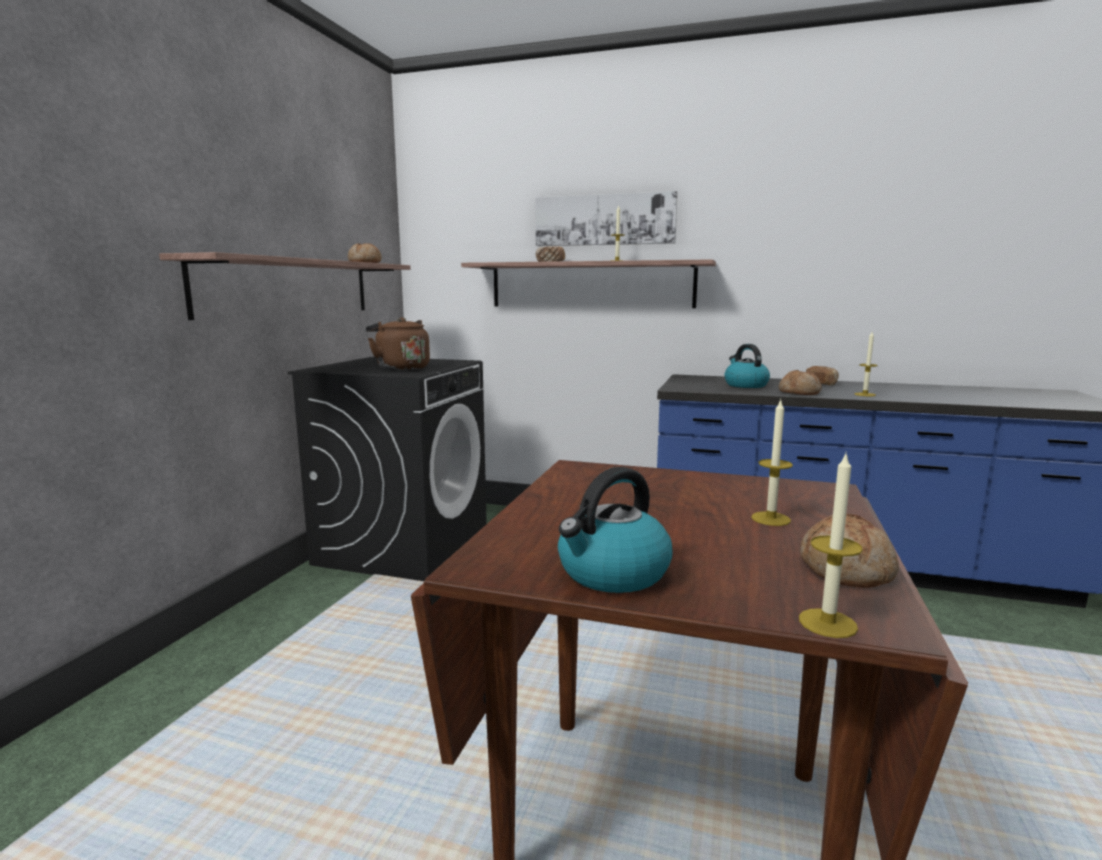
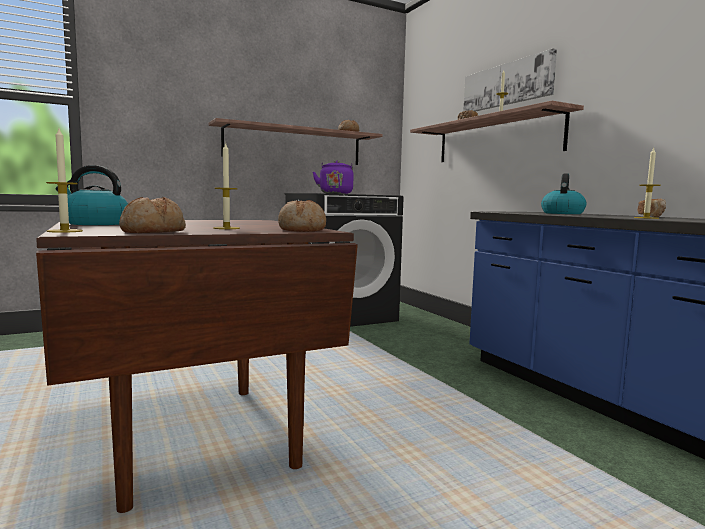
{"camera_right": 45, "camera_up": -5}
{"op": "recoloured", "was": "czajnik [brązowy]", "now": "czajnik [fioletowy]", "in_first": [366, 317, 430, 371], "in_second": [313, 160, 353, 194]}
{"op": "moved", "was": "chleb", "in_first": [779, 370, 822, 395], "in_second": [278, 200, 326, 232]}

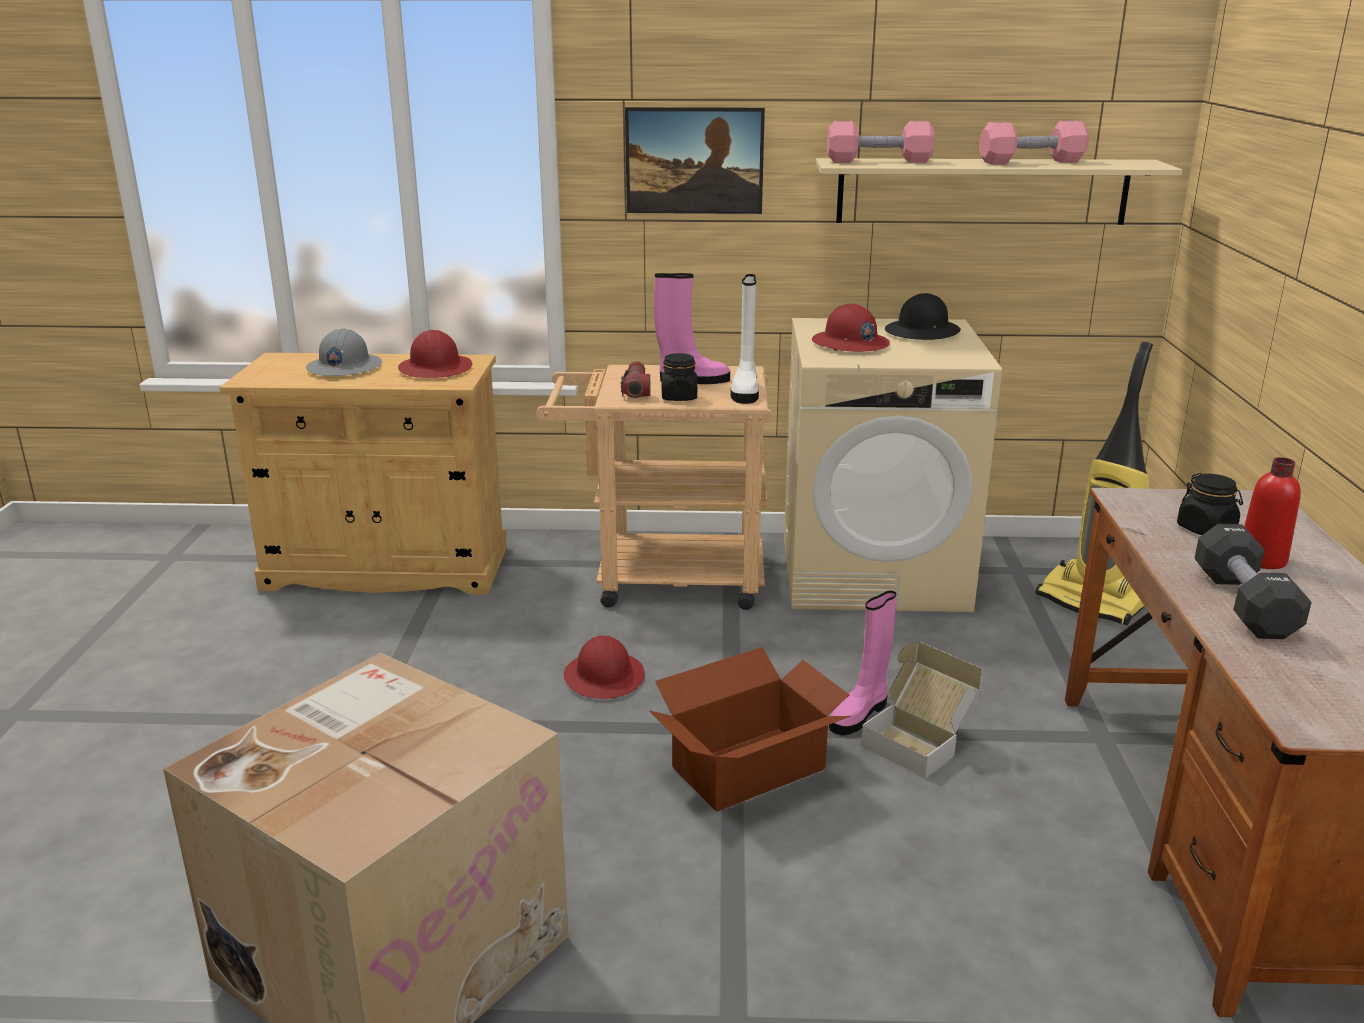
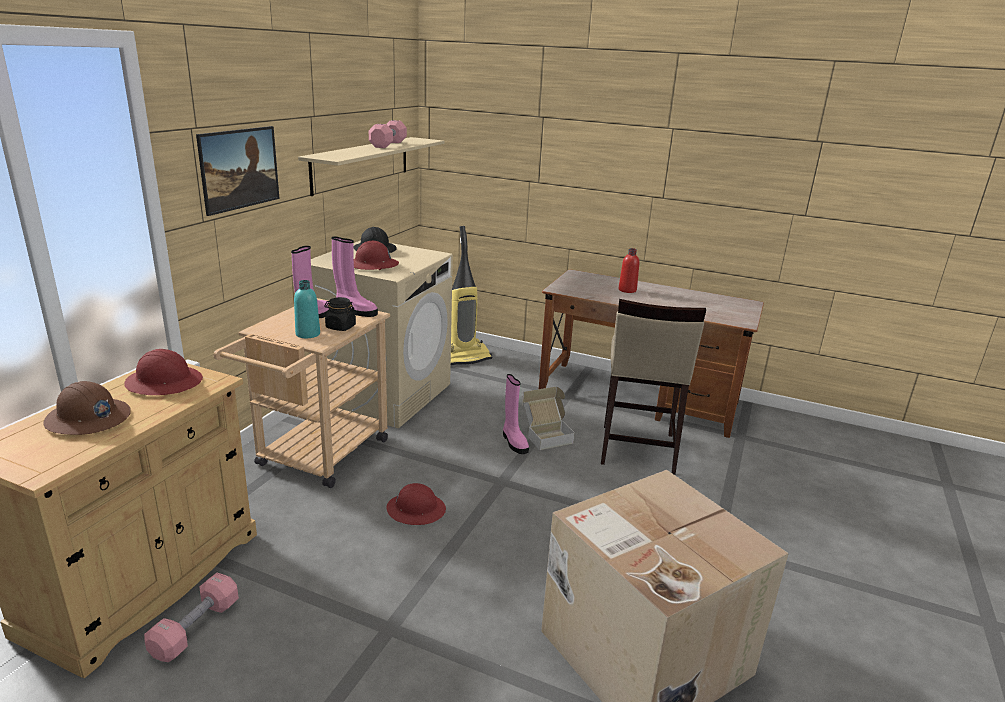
{"camera_right": -70, "camera_up": 0}
{"op": "moved", "was": "hantel [różowy]", "in_first": [827, 121, 935, 163], "in_second": [144, 573, 239, 662]}
{"op": "recoloured", "was": "but z cholewką [biały]", "now": "but z cholewką [różowy]", "in_first": [730, 274, 759, 404], "in_second": [331, 236, 378, 317]}
{"op": "recoloured", "was": "kask [szary]", "now": "kask [brązowy]", "in_first": [306, 329, 382, 376], "in_second": [43, 381, 131, 435]}
{"op": "replaced", "was": "latarka", "now": "butelka [turkusowy]", "in_first": [621, 361, 650, 398], "in_second": [294, 280, 320, 338]}
{"op": "removed", "was": "słoik [czarny]", "in_first": [1177, 473, 1243, 535]}
{"op": "removed", "was": "hantel [czarny]", "in_first": [1195, 524, 1312, 639]}
{"op": "removed", "was": "karton", "in_first": [649, 647, 851, 811]}
{"op": "added", "now": "stołek [beżowy]", "in_second": [601, 299, 706, 475]}

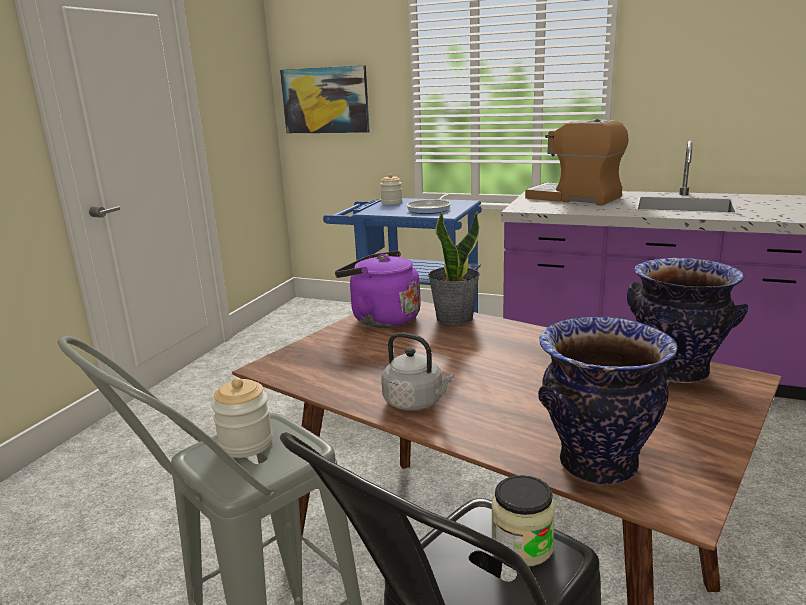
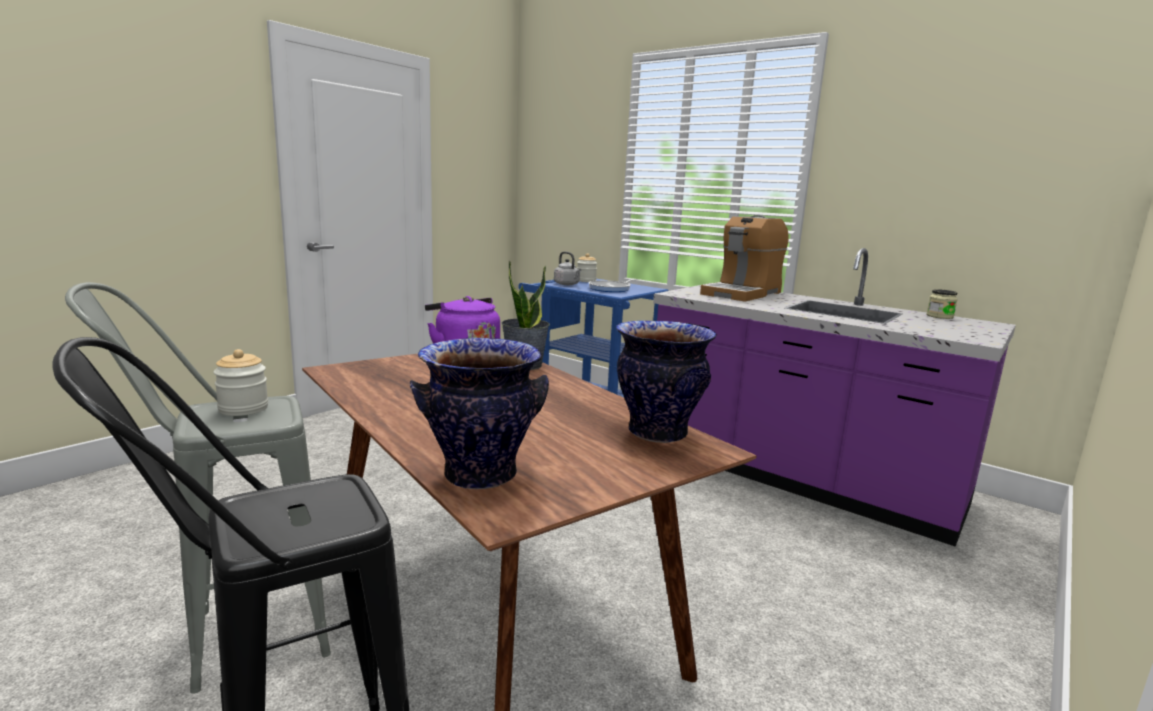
{"camera_right": 15, "camera_up": -5}
{"op": "removed", "was": "obraz", "in_first": [280, 65, 370, 133]}
{"op": "turned", "was": "ekspres do kawy", "in_first": [525, 119, 629, 206], "in_second": [700, 215, 789, 302], "clockwise": -105}
{"op": "moved", "was": "czajnik [szary]", "in_first": [381, 332, 454, 411], "in_second": [554, 251, 581, 285]}
{"op": "moved", "was": "słoik", "in_first": [491, 475, 555, 566], "in_second": [926, 289, 958, 319]}

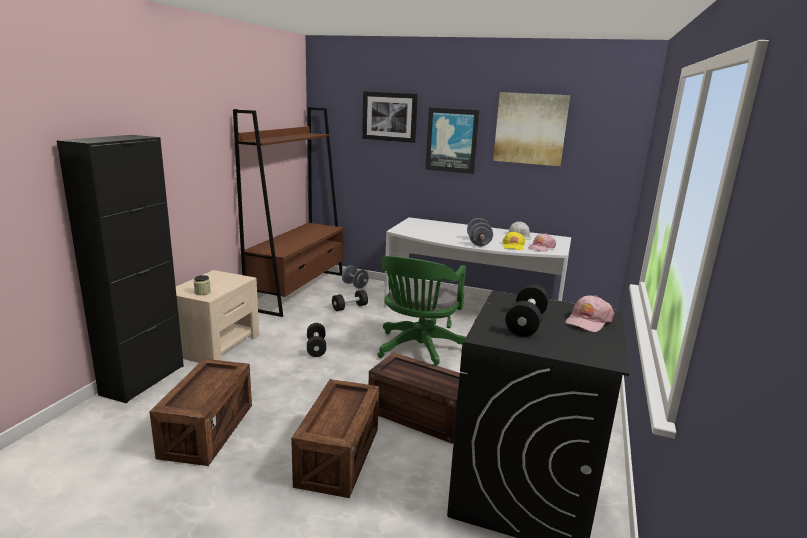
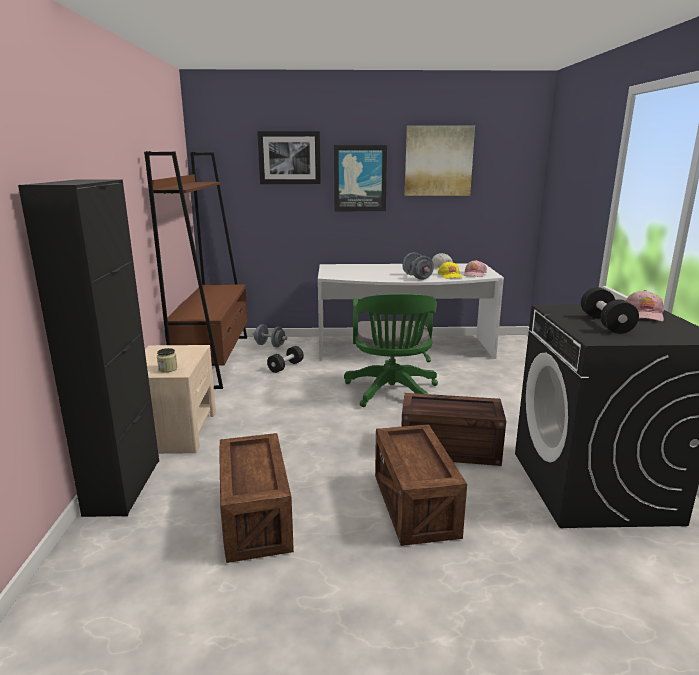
{"camera_right": -20, "camera_up": 0}
{"op": "removed", "was": "hantel [czarny]", "in_first": [307, 323, 326, 357]}

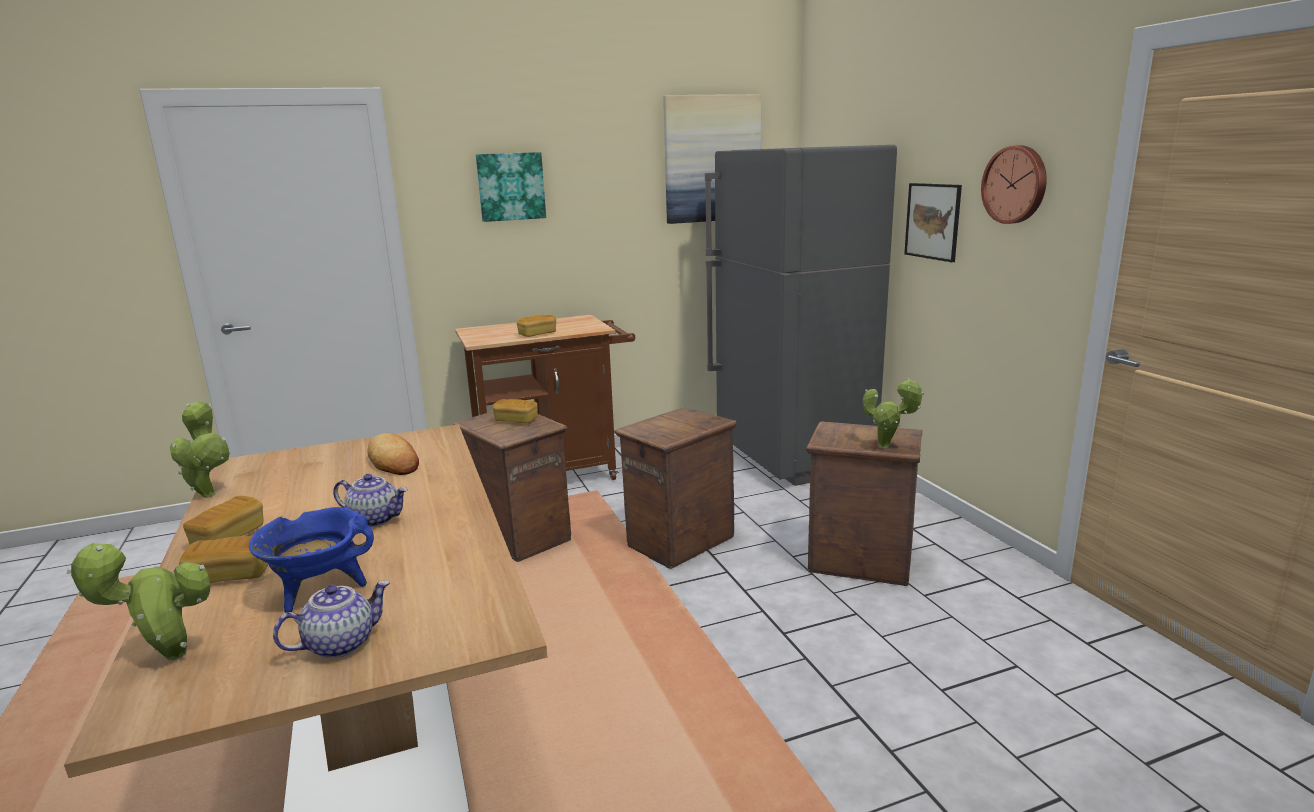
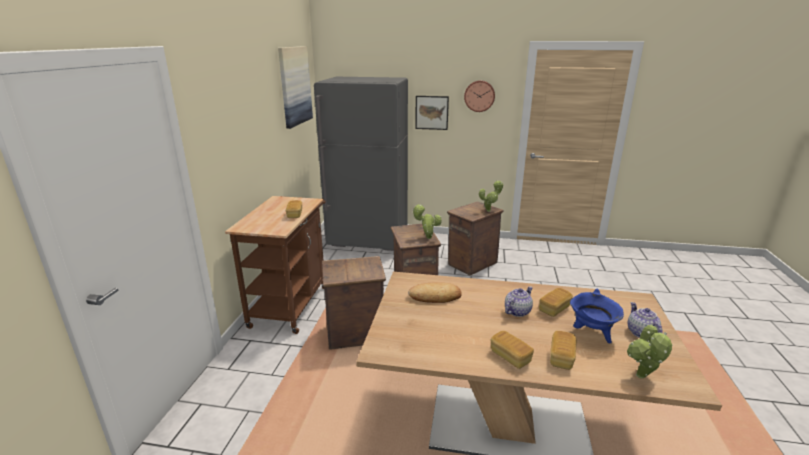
{"camera_right": -60, "camera_up": 5}
{"op": "removed", "was": "obraz", "in_first": [476, 152, 546, 222]}
{"op": "moved", "was": "chleb", "in_first": [492, 399, 538, 423], "in_second": [539, 288, 573, 317]}
{"op": "moved", "was": "roślina doniczkowa", "in_first": [170, 402, 230, 498], "in_second": [412, 204, 442, 239]}

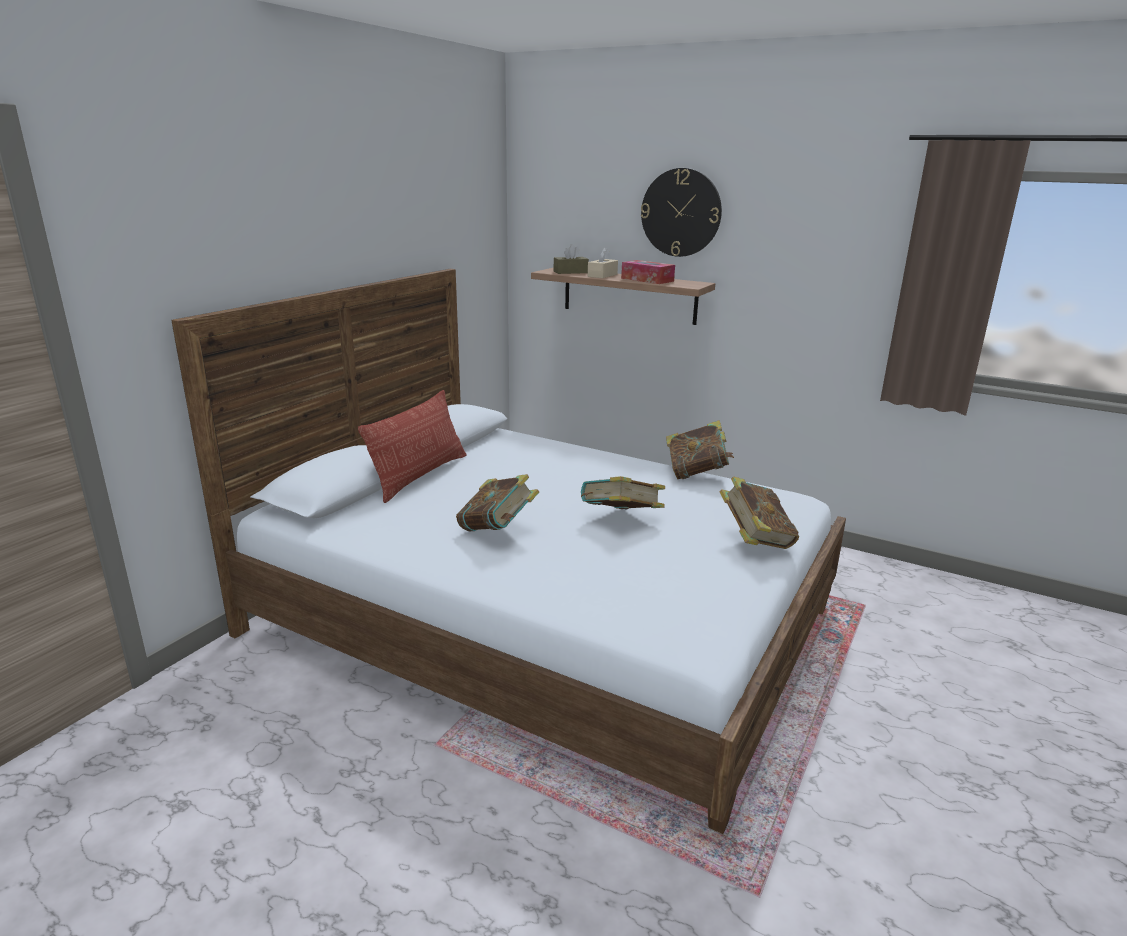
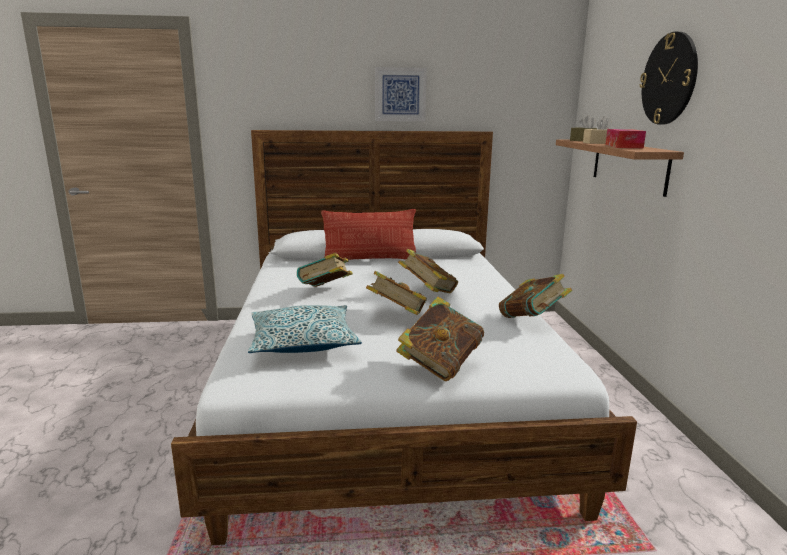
{"camera_right": 55, "camera_up": -5}
{"op": "added", "now": "obraz", "in_second": [375, 67, 427, 121]}
{"op": "added", "now": "książka", "in_second": [398, 249, 458, 293]}
{"op": "added", "now": "poduszka", "in_second": [248, 305, 362, 353]}

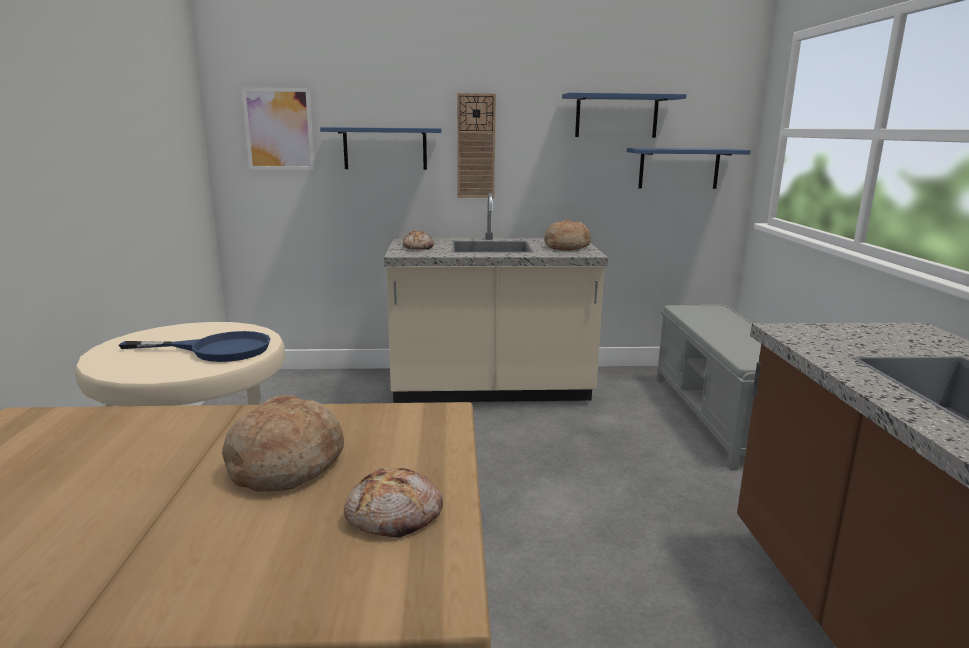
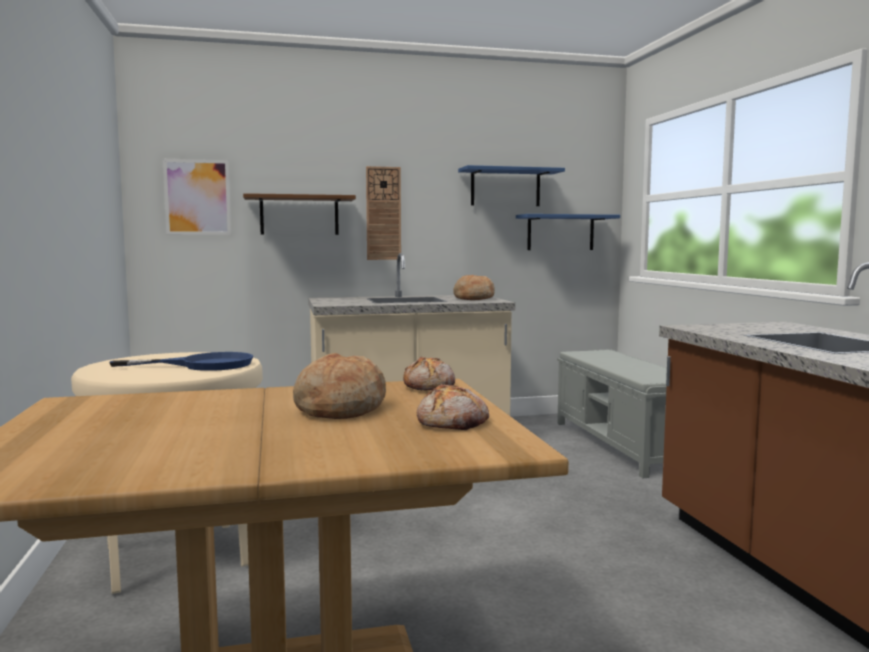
{"camera_right": -10, "camera_up": -10}
{"op": "recoloured", "was": "półka [niebieski]", "now": "półka [brązowy]", "in_first": [320, 127, 441, 170], "in_second": [243, 193, 356, 235]}
{"op": "moved", "was": "chleb", "in_first": [403, 230, 434, 250], "in_second": [403, 357, 455, 391]}

